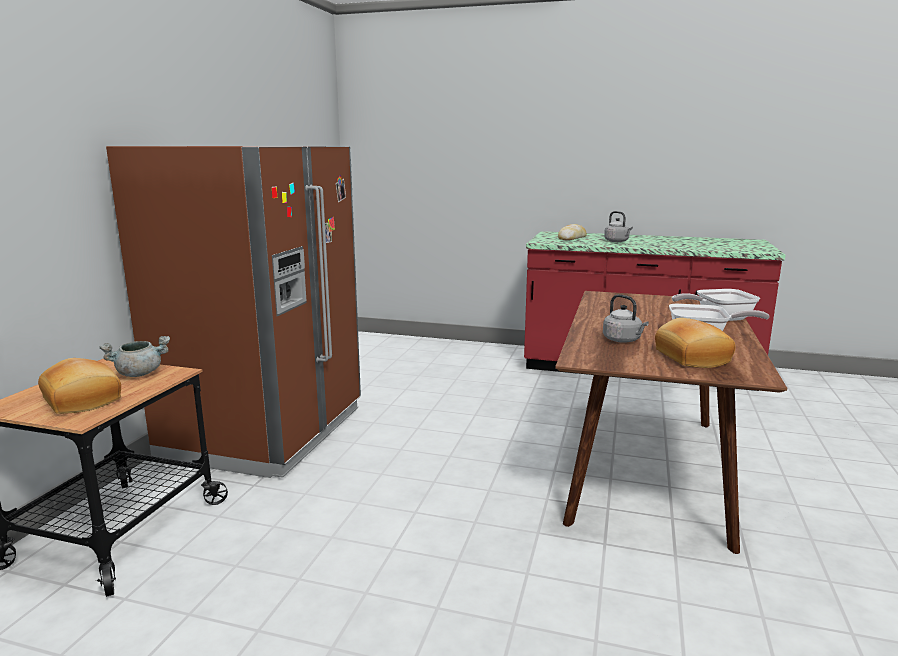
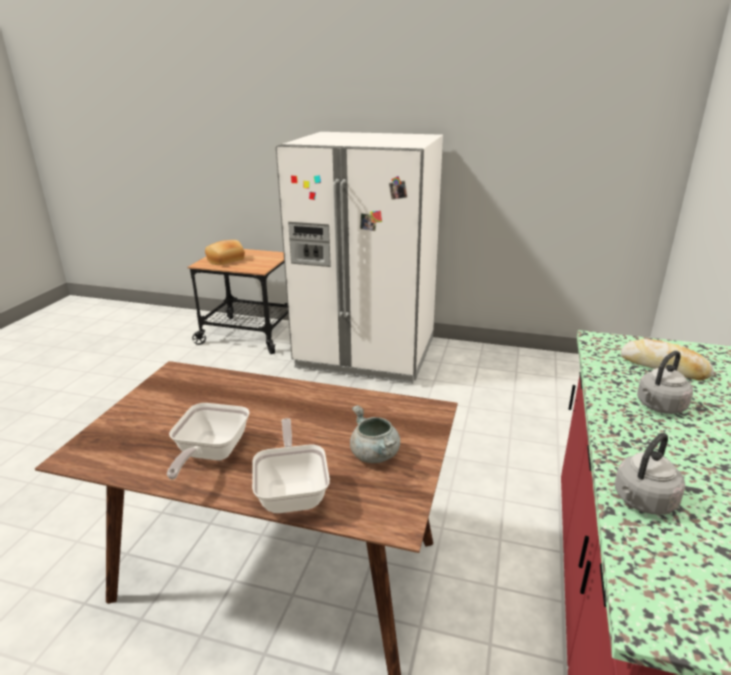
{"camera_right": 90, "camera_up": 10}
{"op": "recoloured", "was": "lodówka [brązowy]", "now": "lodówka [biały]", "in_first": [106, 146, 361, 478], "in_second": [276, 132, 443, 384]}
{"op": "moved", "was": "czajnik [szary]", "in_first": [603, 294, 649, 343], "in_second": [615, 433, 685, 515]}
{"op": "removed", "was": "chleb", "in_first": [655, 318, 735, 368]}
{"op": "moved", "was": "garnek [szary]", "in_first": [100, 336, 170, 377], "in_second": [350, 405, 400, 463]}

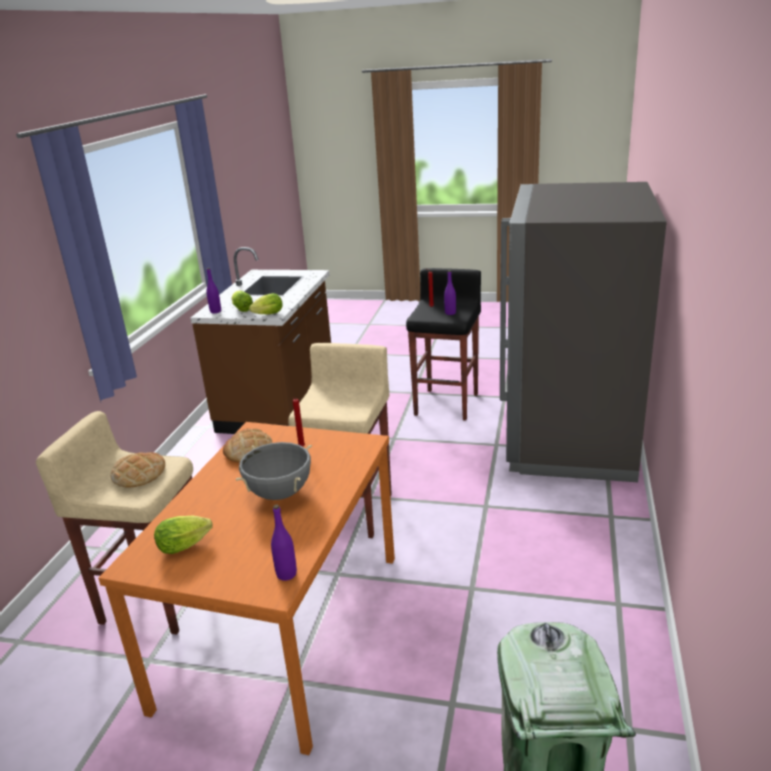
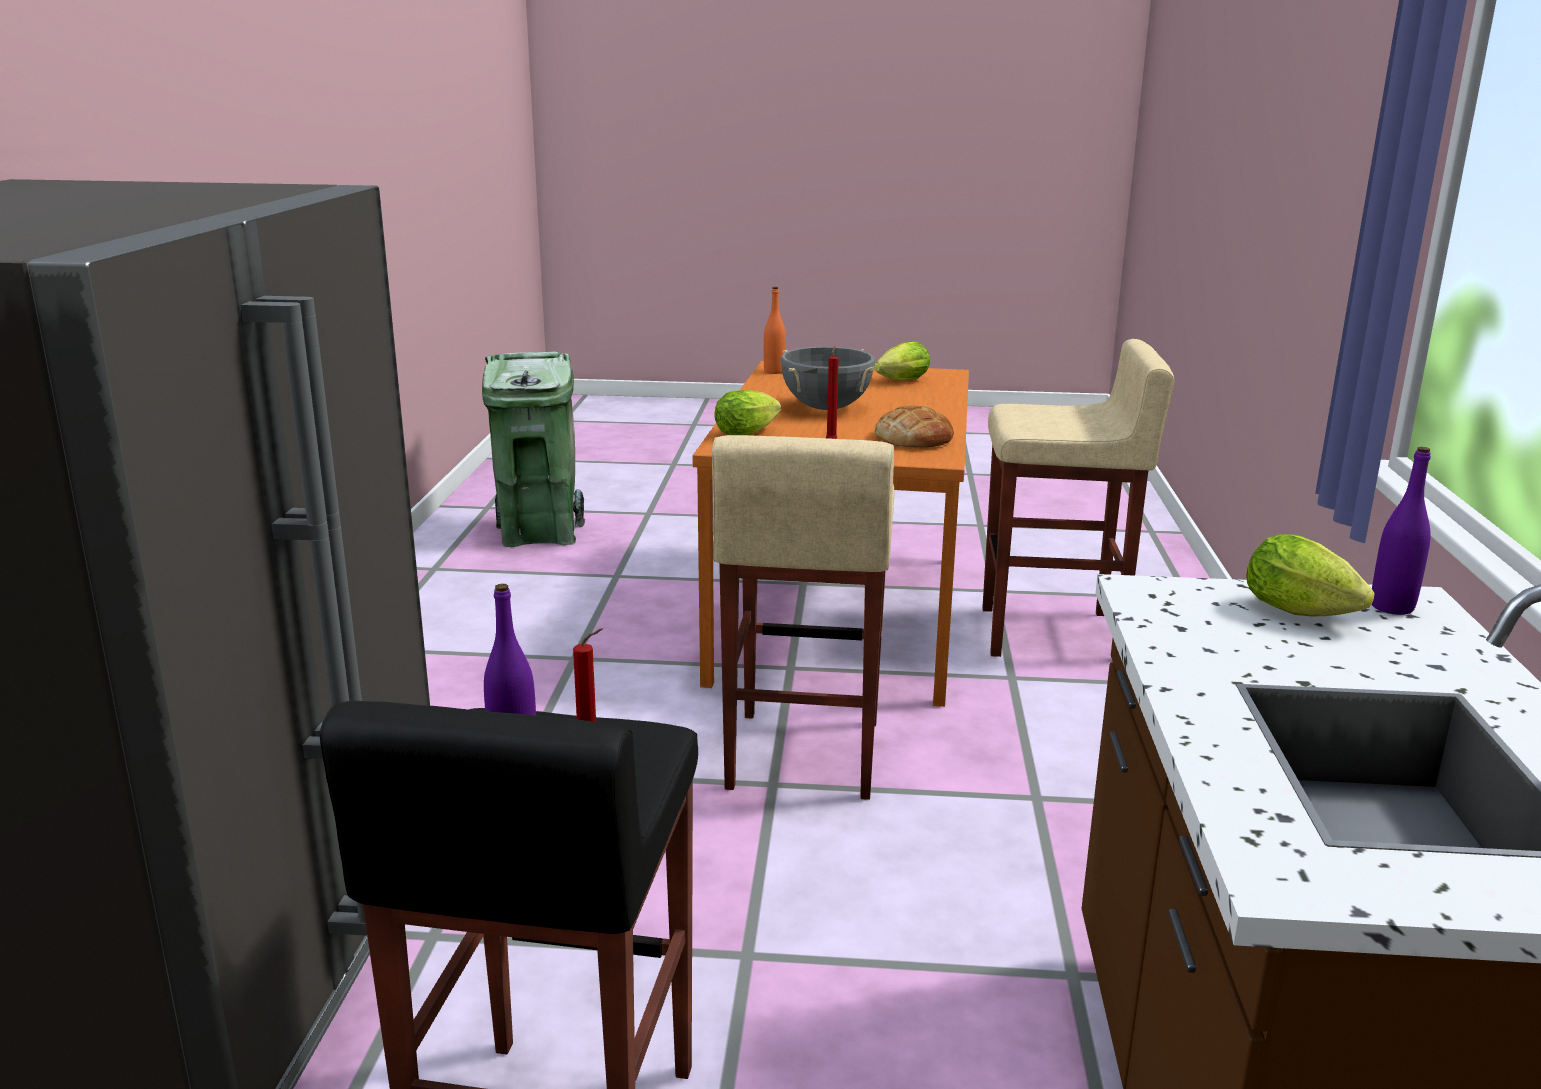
{"camera_right": 170, "camera_up": -5}
{"op": "moved", "was": "sałata", "in_first": [249, 293, 283, 314], "in_second": [714, 390, 781, 435]}
{"op": "removed", "was": "chleb", "in_first": [110, 452, 165, 488]}
{"op": "recoloured", "was": "butelka [fioletowy]", "now": "butelka [pomarańczowy]", "in_first": [271, 505, 297, 581], "in_second": [764, 287, 786, 374]}

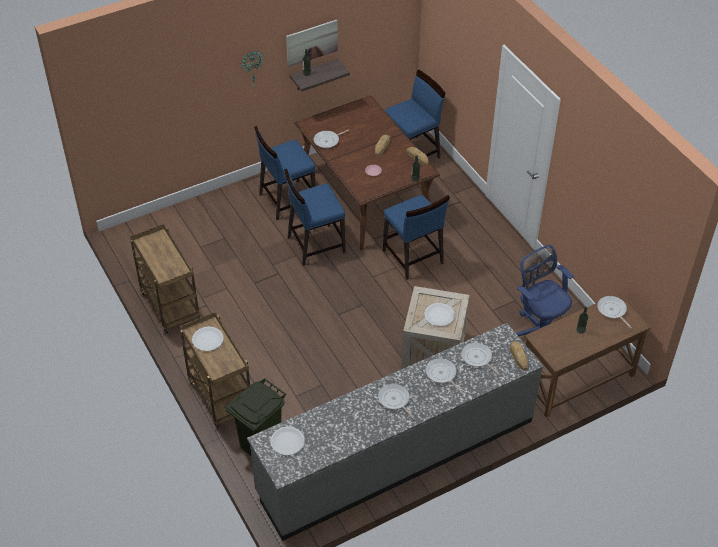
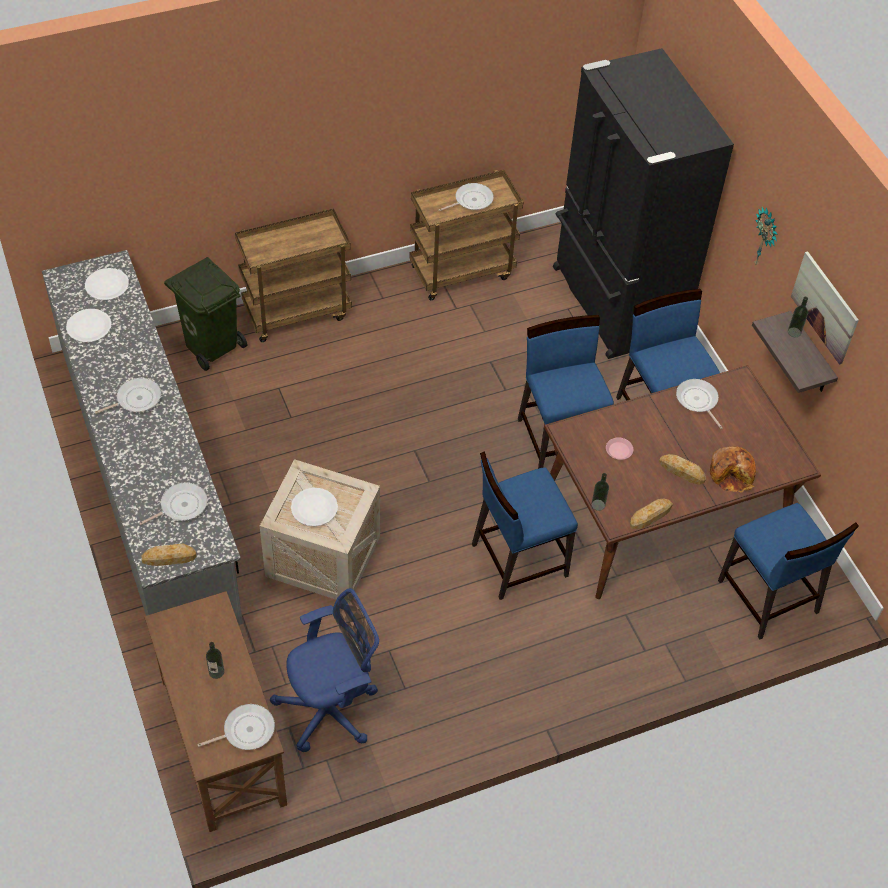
{"camera_right": 95, "camera_up": 5}
{"op": "moved", "was": "talerz [biały]", "in_first": [192, 327, 224, 351], "in_second": [66, 309, 112, 342]}
{"op": "moved", "was": "patelnia", "in_first": [425, 358, 463, 393], "in_second": [439, 183, 494, 211]}
{"op": "added", "now": "lodówka [czarny]", "in_second": [553, 48, 734, 359]}
{"op": "added", "now": "chleb", "in_second": [710, 446, 756, 492]}

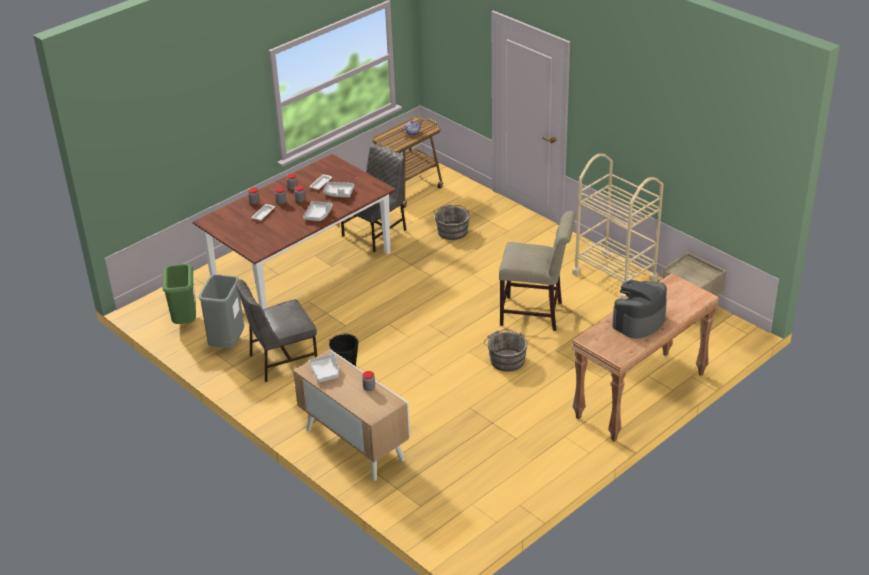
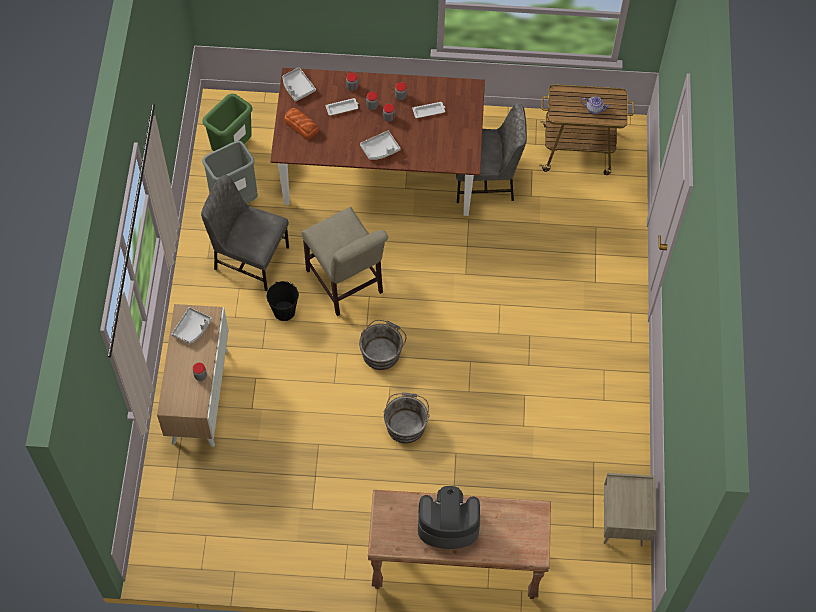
{"camera_right": 45, "camera_up": 25}
{"op": "removed", "was": "wózek [beżowy]", "in_first": [572, 153, 664, 300]}
{"op": "moved", "was": "taca [szary]", "in_first": [323, 182, 354, 198], "in_second": [283, 67, 316, 102]}
{"op": "moved", "was": "wiadro [szary]", "in_first": [434, 205, 470, 240], "in_second": [359, 320, 406, 370]}
{"op": "moved", "was": "krzesło [beżowy]", "in_first": [499, 211, 576, 331], "in_second": [301, 207, 388, 316]}
{"op": "added", "now": "chleb", "in_second": [284, 108, 319, 140]}

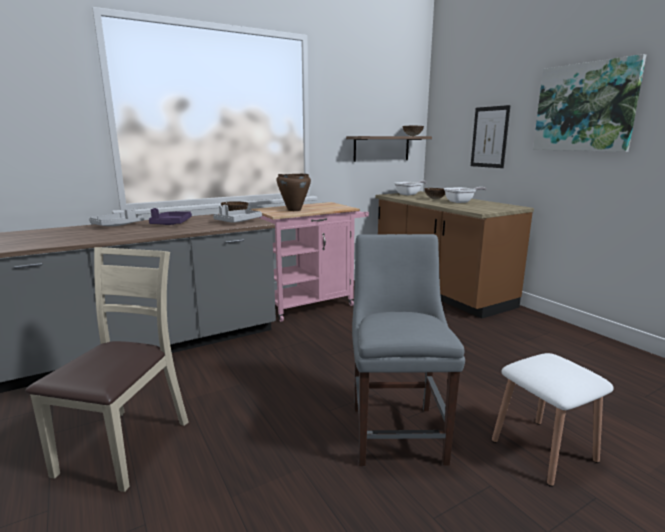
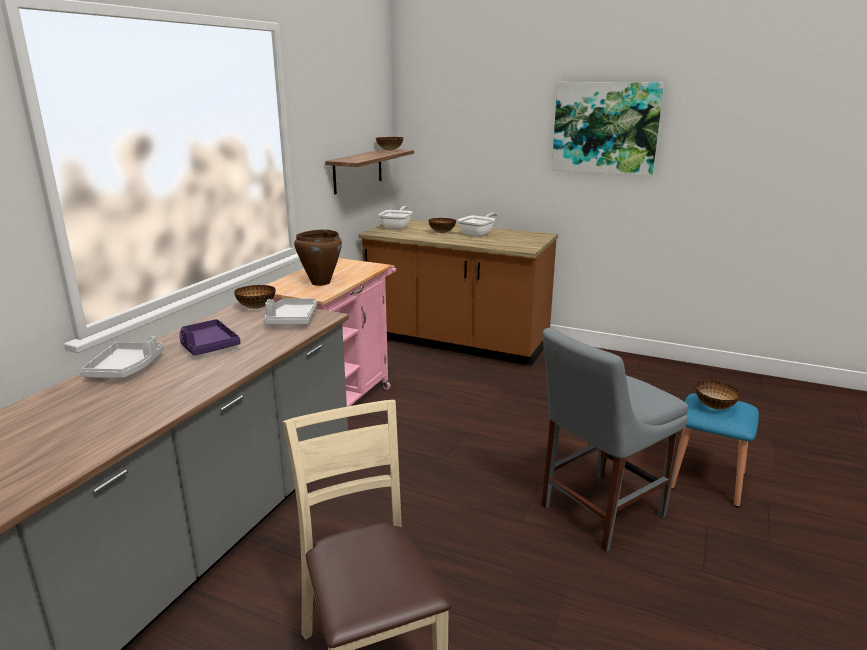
{"camera_right": -35, "camera_up": 5}
{"op": "removed", "was": "obraz", "in_first": [471, 105, 511, 168]}
{"op": "turned", "was": "krzesło [szary]", "in_first": [352, 234, 465, 466], "in_second": [542, 328, 688, 552], "clockwise": -90}
{"op": "recoloured", "was": "stołek [biały]", "now": "stołek [niebieski]", "in_first": [492, 353, 614, 487], "in_second": [671, 393, 759, 507]}
{"op": "added", "now": "miska", "in_second": [695, 380, 741, 409]}

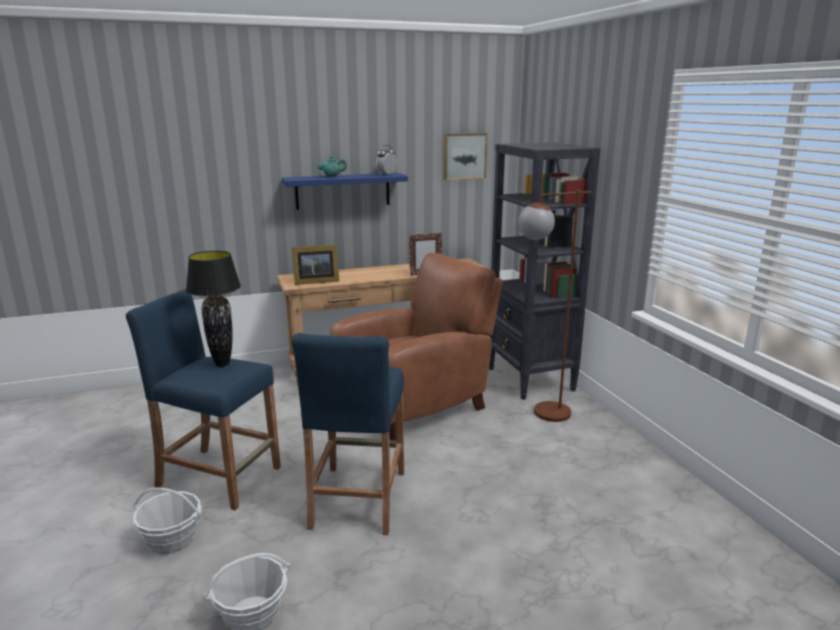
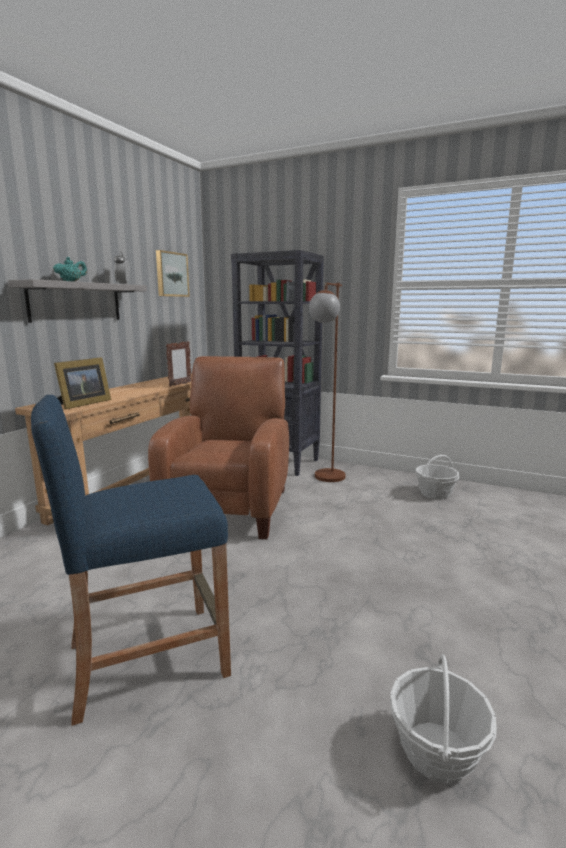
{"camera_right": -45, "camera_up": -5}
{"op": "recoloured", "was": "półka [niebieski]", "now": "półka [szary]", "in_first": [282, 173, 408, 210], "in_second": [8, 279, 147, 323]}
{"op": "removed", "was": "lampa stołowa [czarny]", "in_first": [186, 251, 241, 367]}
{"op": "removed", "was": "stołek [niebieski]", "in_first": [292, 333, 404, 535]}
{"op": "moved", "was": "koszyk", "in_first": [133, 488, 201, 554], "in_second": [416, 455, 460, 499]}

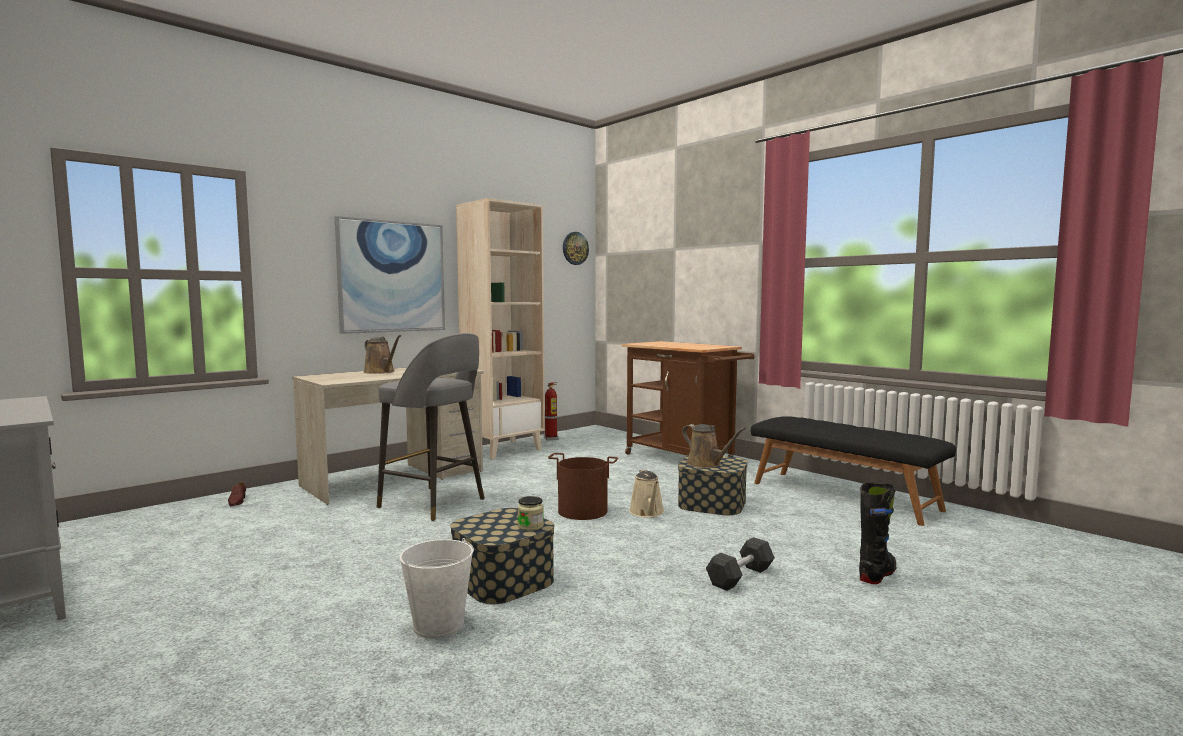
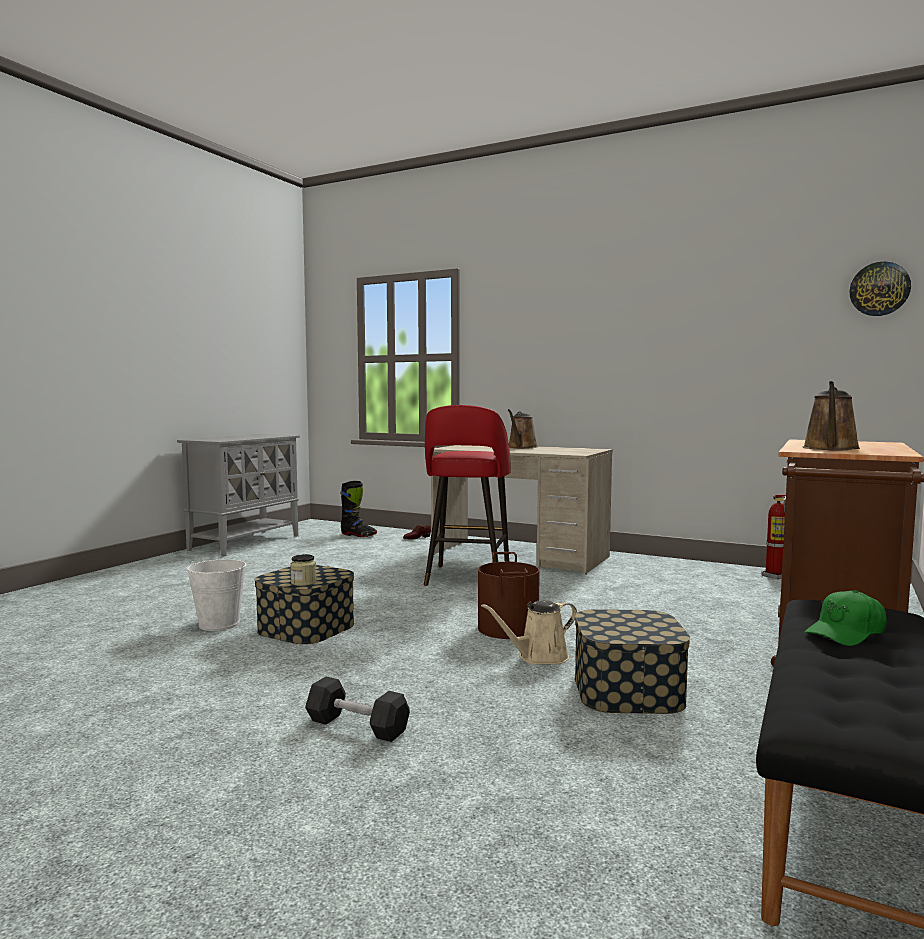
{"camera_right": 70, "camera_up": 0}
{"op": "removed", "was": "regał [beżowy]", "in_first": [456, 198, 545, 460]}
{"op": "removed", "was": "obraz", "in_first": [335, 216, 445, 334]}
{"op": "recoloured", "was": "stołek [szary]", "now": "stołek [czerwony]", "in_first": [377, 333, 485, 521], "in_second": [424, 405, 511, 586]}
{"op": "moved", "was": "konewka [brązowy]", "in_first": [682, 424, 746, 468], "in_second": [803, 381, 860, 450]}
{"op": "moved", "was": "but z cholewką [czarny]", "in_first": [859, 482, 896, 584], "in_second": [340, 481, 377, 537]}
{"op": "added", "now": "czapka z daszkiem [zielony]", "in_second": [805, 590, 887, 646]}

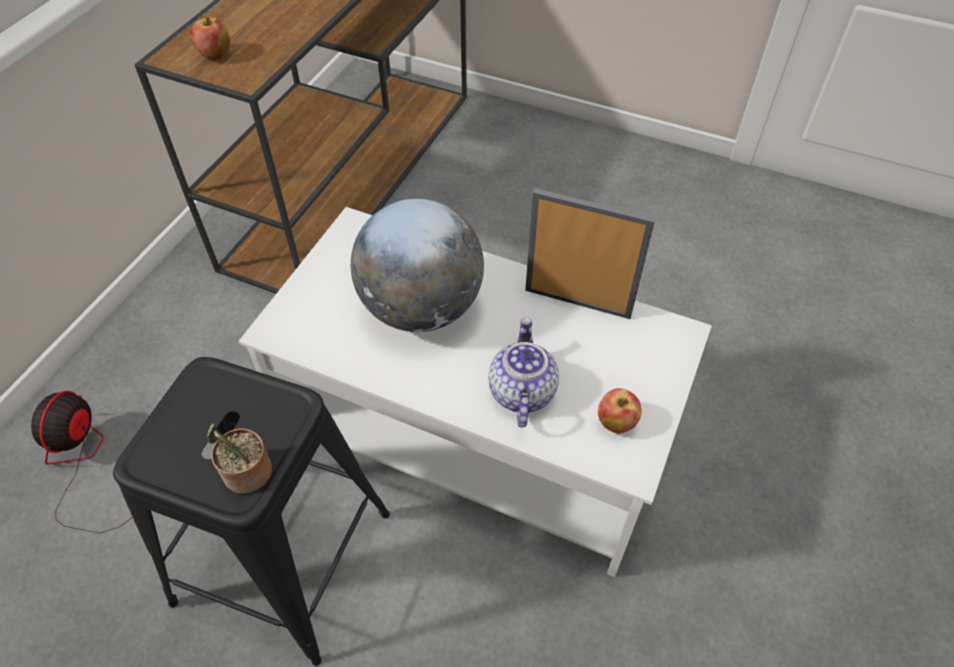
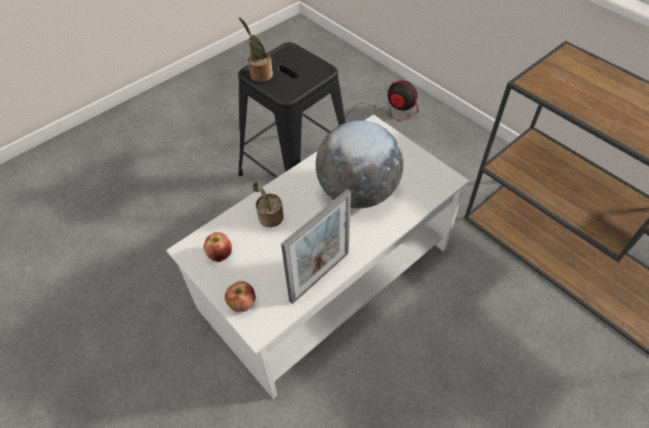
{"camera_right": 115, "camera_up": 0}
{"op": "moved", "was": "jabłko", "in_first": [191, 17, 230, 60], "in_second": [225, 281, 256, 312]}
{"op": "replaced", "was": "imbryk", "now": "roślina doniczkowa", "in_first": [488, 317, 559, 427], "in_second": [253, 181, 283, 227]}

